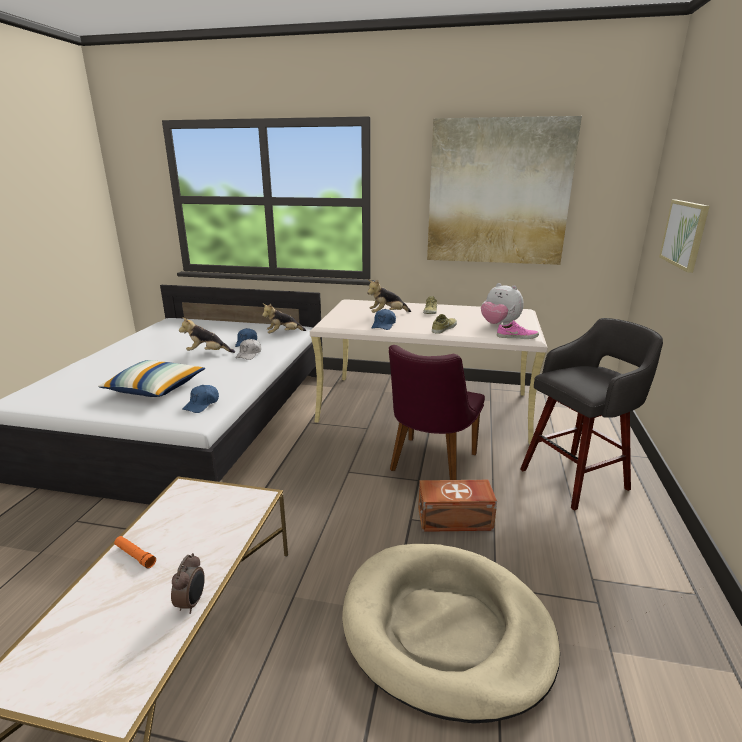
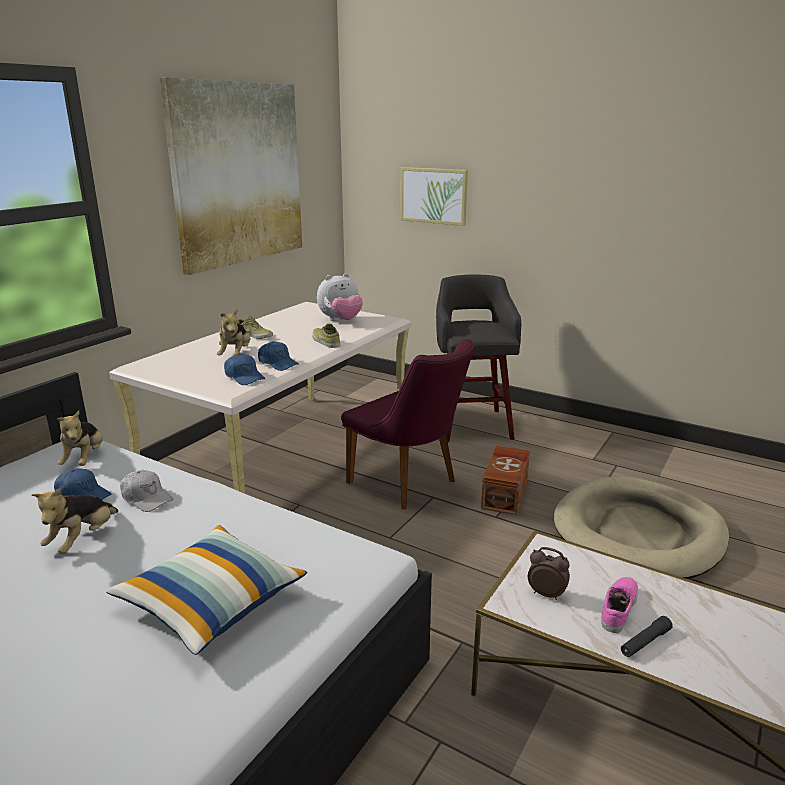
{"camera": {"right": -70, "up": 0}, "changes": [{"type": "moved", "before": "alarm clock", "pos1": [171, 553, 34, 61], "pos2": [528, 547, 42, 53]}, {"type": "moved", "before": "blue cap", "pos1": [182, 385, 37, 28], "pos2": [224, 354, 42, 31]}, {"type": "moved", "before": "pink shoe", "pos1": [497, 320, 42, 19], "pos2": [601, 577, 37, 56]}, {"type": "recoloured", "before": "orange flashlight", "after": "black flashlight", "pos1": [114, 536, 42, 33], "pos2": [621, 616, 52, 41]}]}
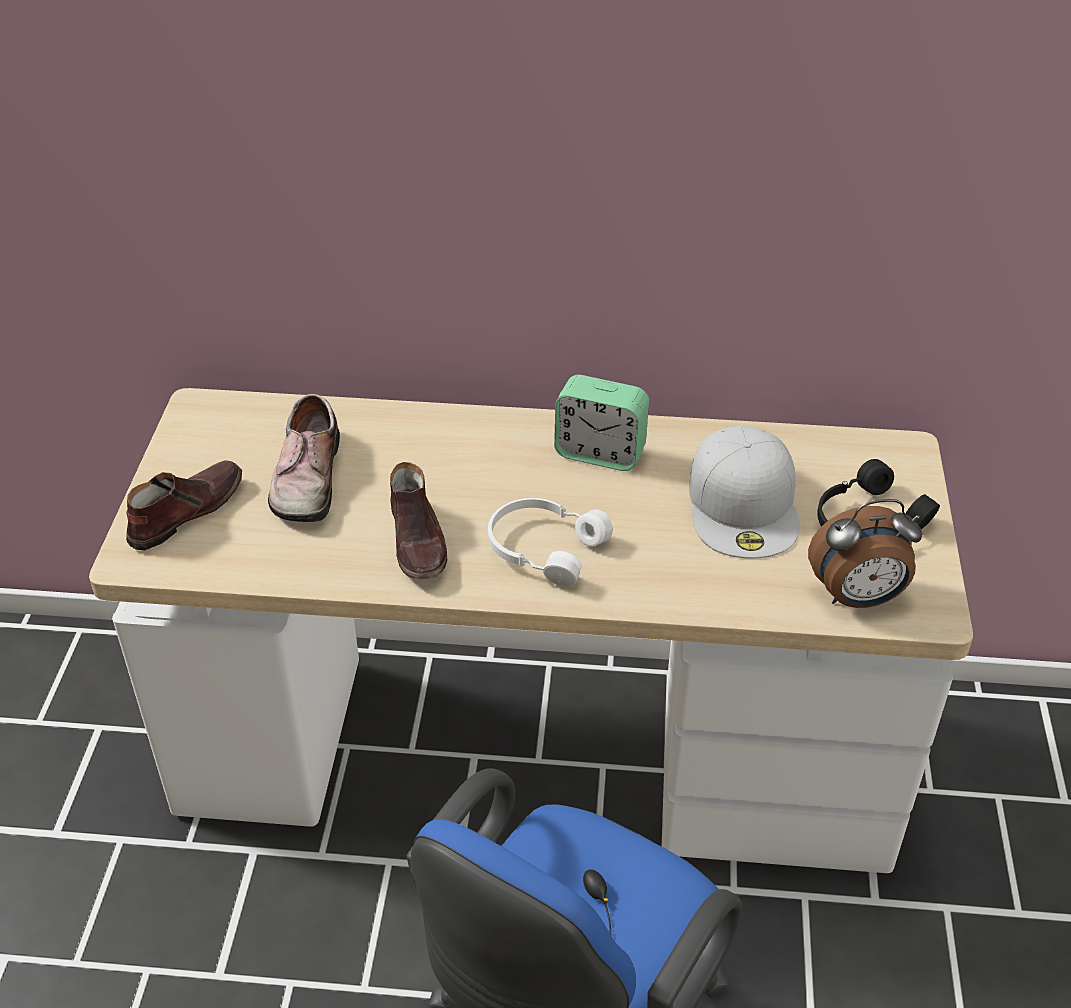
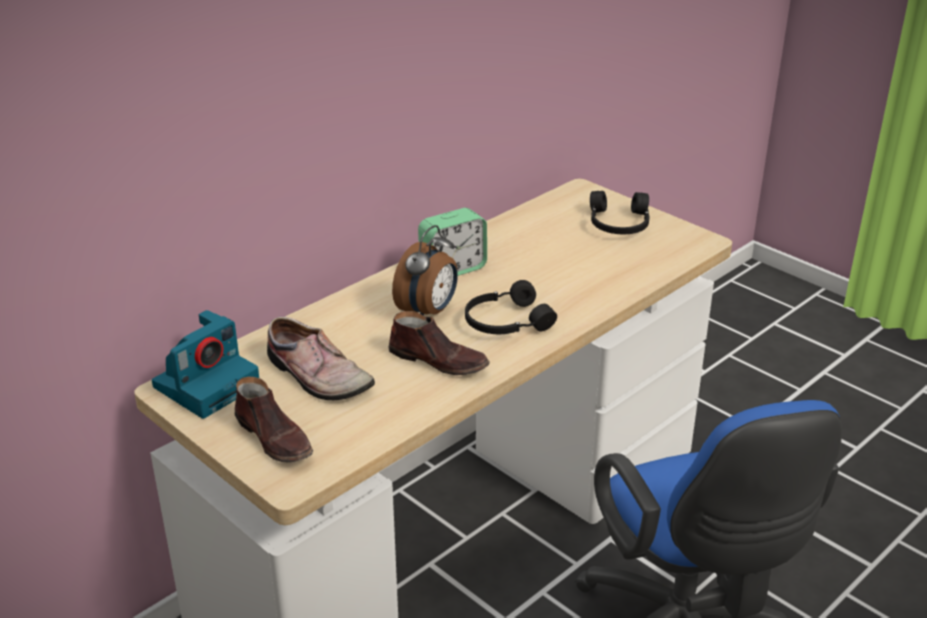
{"camera": {"right": -50, "up": -10}, "changes": [{"type": "removed", "before": "white cap", "pos1": [689, 426, 111, 133]}, {"type": "added", "after": "photo camera", "pos2": [152, 310, 107, 109]}, {"type": "moved", "before": "alarm clock", "pos1": [808, 499, 114, 109], "pos2": [392, 225, 66, 91]}, {"type": "recoloured", "before": "white headphones", "after": "black headphones", "pos1": [488, 498, 125, 89], "pos2": [465, 280, 92, 54]}, {"type": "turned", "before": "brown shoe", "pos1": [126, 460, 116, 90], "pos2": [235, 377, 78, 86], "turn": 150}]}
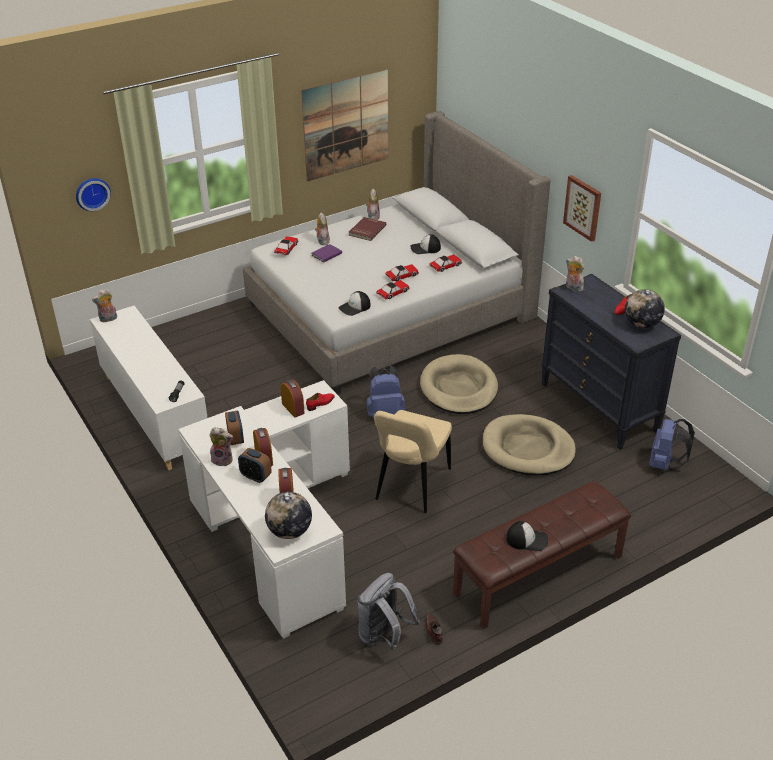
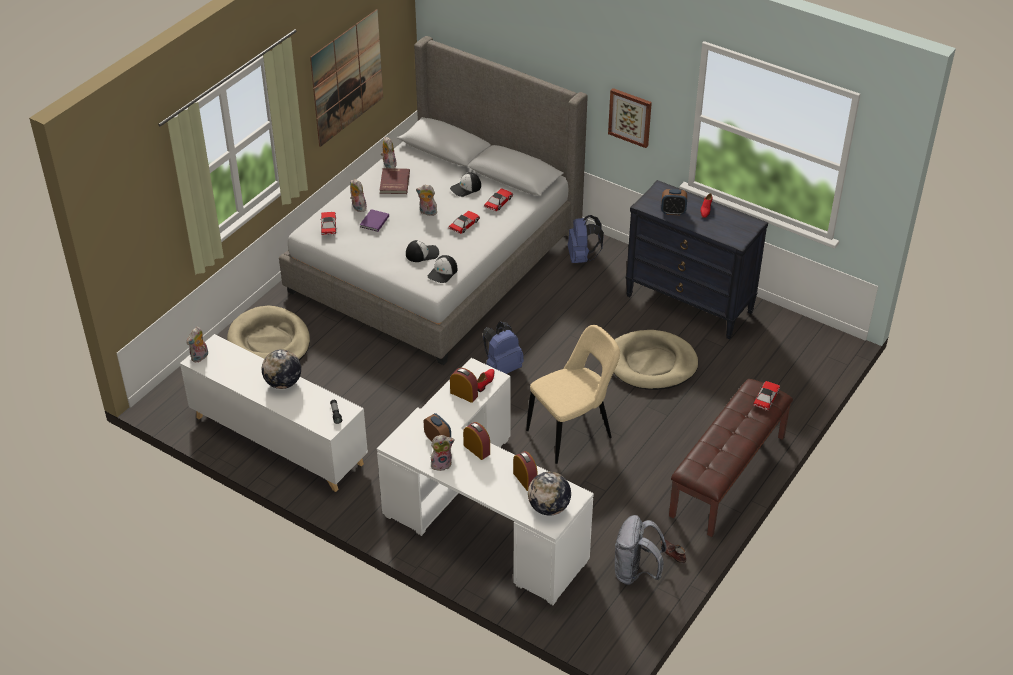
{"camera": {"right": -25, "up": 5}, "changes": [{"type": "removed", "before": "wall clock", "pos1": [76, 178, 35, 33]}, {"type": "moved", "before": "alarm clock", "pos1": [238, 448, 34, 35], "pos2": [661, 189, 26, 26]}, {"type": "moved", "before": "toy car", "pos1": [376, 280, 34, 20], "pos2": [753, 381, 27, 29]}, {"type": "moved", "before": "beige dog bed", "pos1": [420, 354, 78, 60], "pos2": [227, 305, 83, 56]}, {"type": "moved", "before": "cap", "pos1": [506, 521, 42, 30], "pos2": [406, 240, 33, 22]}, {"type": "moved", "before": "plush toy", "pos1": [566, 256, 18, 36], "pos2": [416, 185, 21, 31]}, {"type": "moved", "before": "globe", "pos1": [625, 289, 40, 39], "pos2": [262, 349, 39, 40]}, {"type": "moved", "before": "blue backpack", "pos1": [649, 419, 46, 51], "pos2": [568, 215, 36, 48]}, {"type": "turned", "before": "beige chair", "pos1": [374, 410, 78, 103], "pos2": [526, 325, 94, 139], "turn": -120}]}
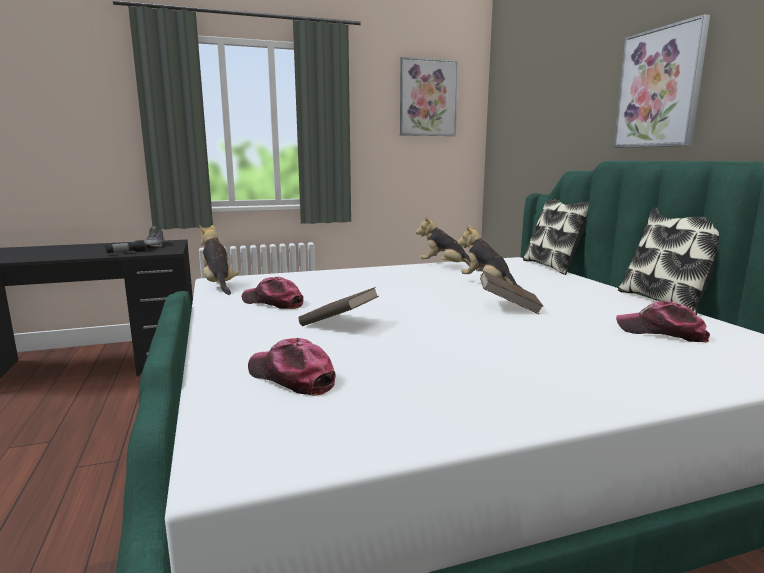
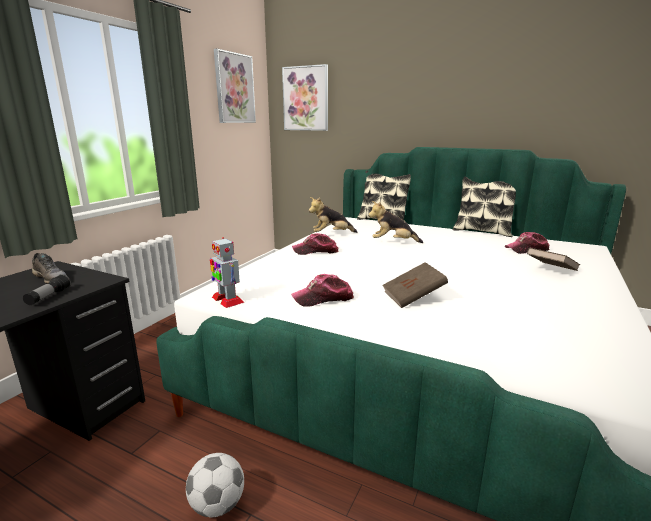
{"camera": {"right": -45, "up": 5}, "changes": [{"type": "added", "after": "football", "pos2": [186, 453, 58, 64]}, {"type": "moved", "before": "cap", "pos1": [248, 338, 88, 58], "pos2": [292, 233, 47, 22]}, {"type": "moved", "before": "brown book", "pos1": [480, 271, 63, 43], "pos2": [527, 248, 53, 23]}, {"type": "moved", "before": "picture", "pos1": [614, 14, 96, 134], "pos2": [282, 64, 46, 67]}, {"type": "replaced", "before": "plush toy", "after": "toy robot", "pos1": [199, 225, 40, 70], "pos2": [210, 237, 34, 71]}]}
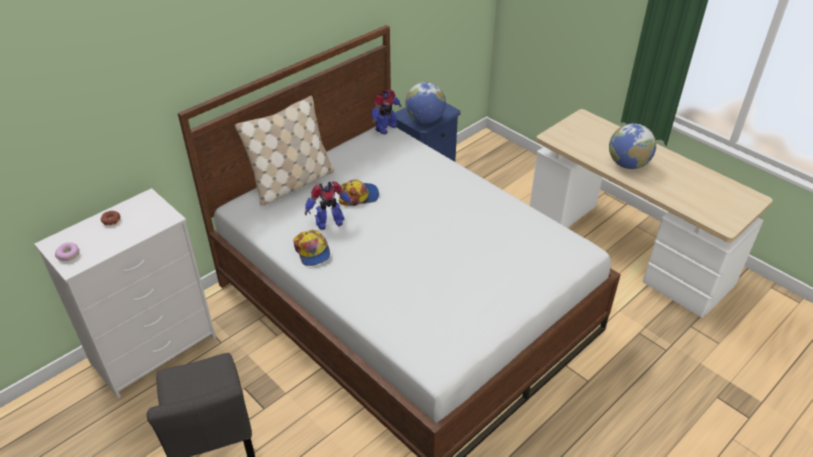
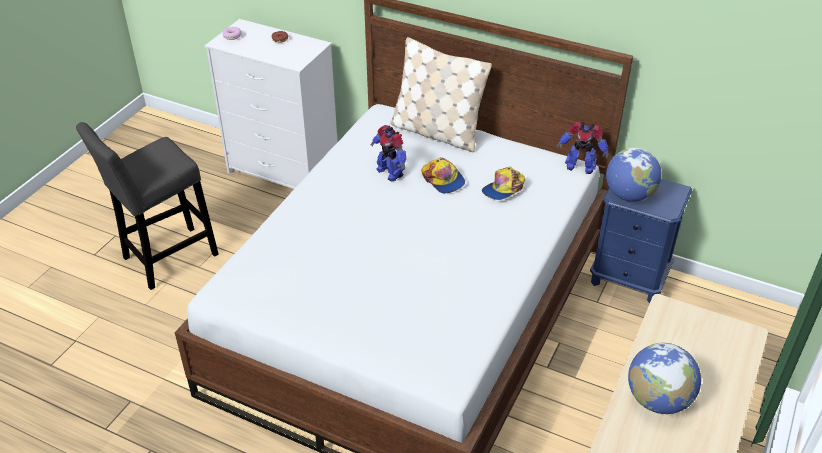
{"camera": {"right": 70, "up": 0}, "changes": [{"type": "moved", "before": "cap", "pos1": [294, 230, 36, 36], "pos2": [482, 167, 43, 33]}]}
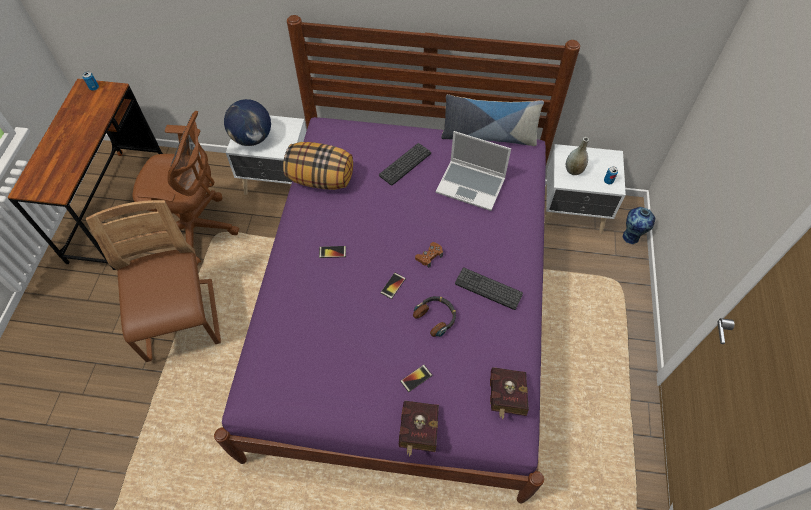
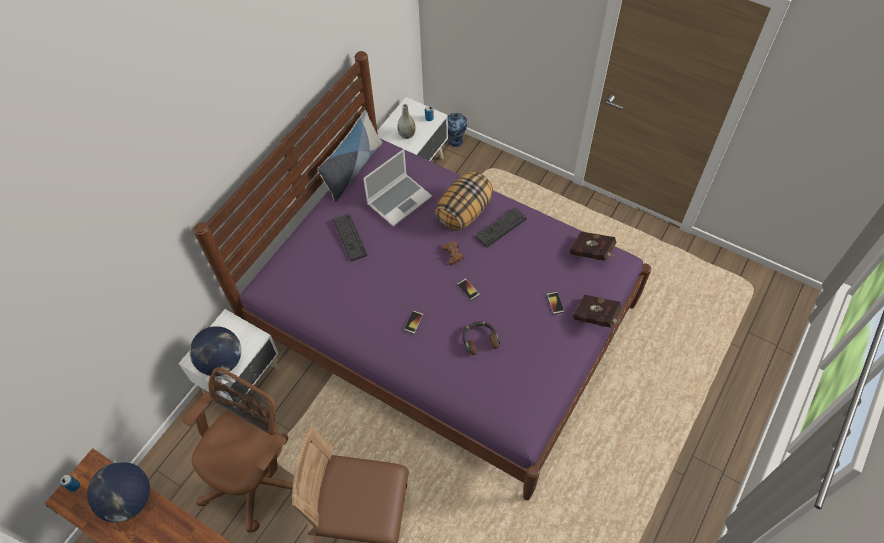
{"camera": {"right": -65, "up": 0}, "changes": [{"type": "added", "after": "globe", "pos2": [87, 462, 63, 60]}, {"type": "moved", "before": "pillow", "pos1": [283, 142, 70, 48], "pos2": [435, 172, 58, 59]}, {"type": "moved", "before": "headphones", "pos1": [413, 296, 43, 41], "pos2": [462, 322, 38, 33]}]}
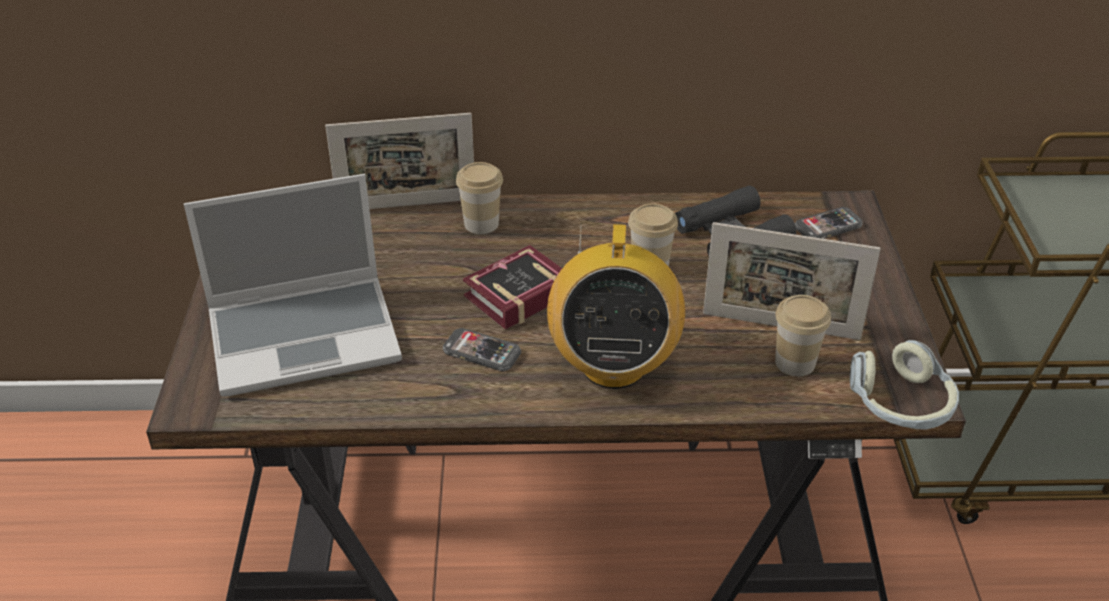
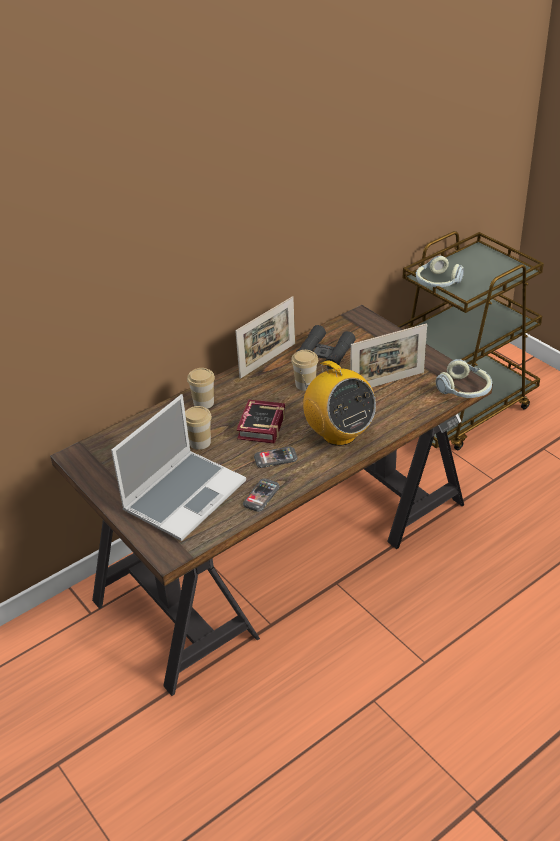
{"camera": {"right": -35, "up": 0}, "changes": [{"type": "added", "after": "headphones", "pos2": [416, 256, 48, 31]}, {"type": "moved", "before": "picture frame", "pos1": [325, 113, 149, 96], "pos2": [235, 296, 60, 83]}, {"type": "moved", "before": "cup", "pos1": [775, 295, 56, 81], "pos2": [185, 406, 27, 44]}, {"type": "moved", "before": "phone", "pos1": [795, 207, 68, 32], "pos2": [243, 478, 37, 34]}]}
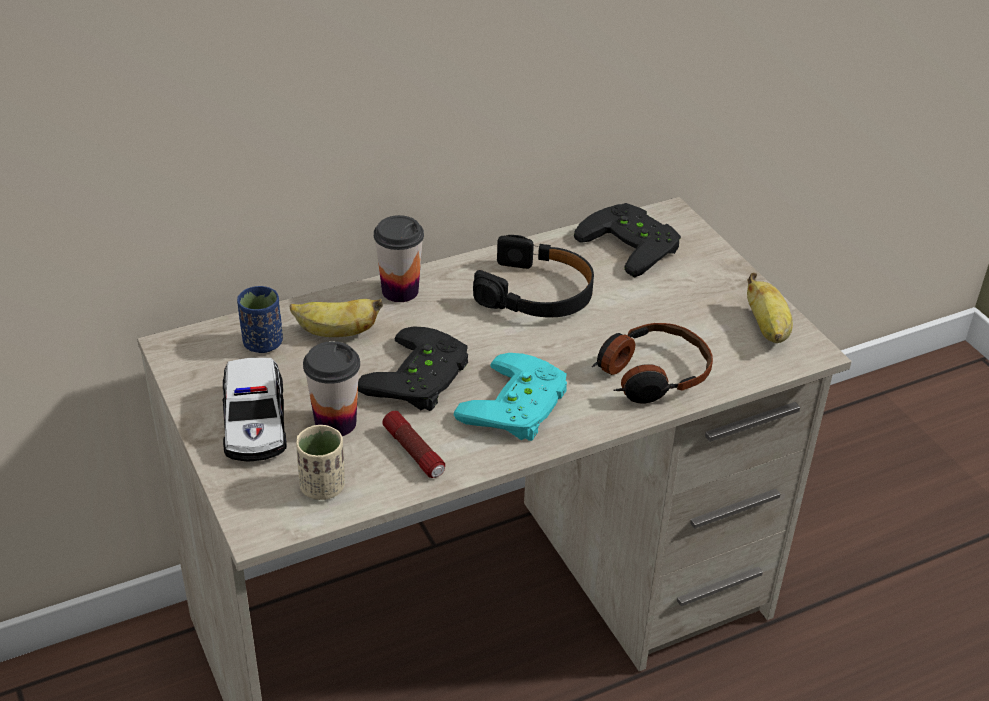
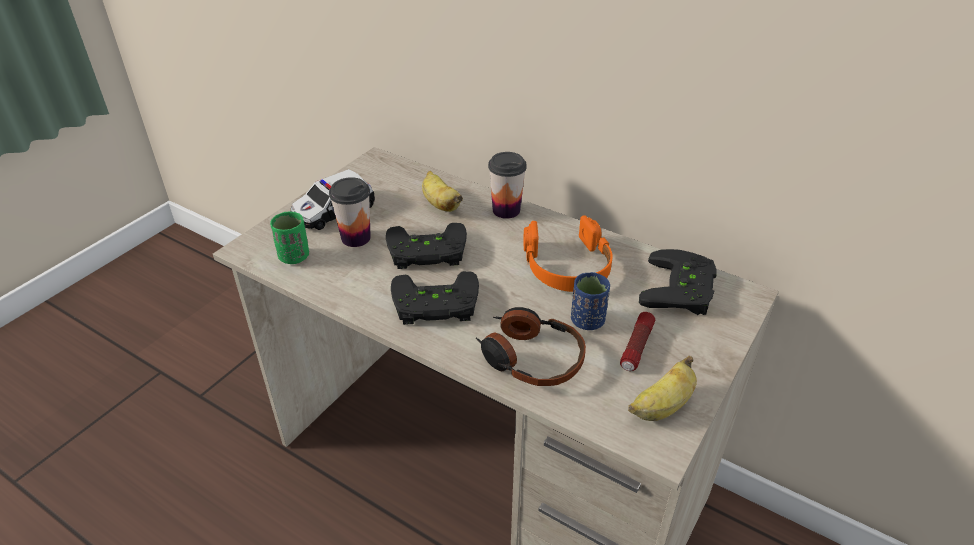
{"camera": {"right": 60, "up": 0}, "changes": [{"type": "moved", "before": "blue cup", "pos1": [237, 286, 46, 67], "pos2": [571, 272, 39, 58]}, {"type": "moved", "before": "flashlight", "pos1": [382, 411, 63, 67], "pos2": [620, 312, 35, 59]}, {"type": "recoloured", "before": "beige cup", "after": "green cup", "pos1": [296, 425, 49, 75], "pos2": [270, 212, 39, 52]}, {"type": "recoloured", "before": "turquoise game controller", "after": "black game controller", "pos1": [454, 353, 113, 88], "pos2": [391, 271, 88, 54]}, {"type": "recoloured", "before": "black headphones", "after": "orange headphones", "pos1": [473, 235, 121, 83], "pos2": [523, 215, 90, 77]}]}
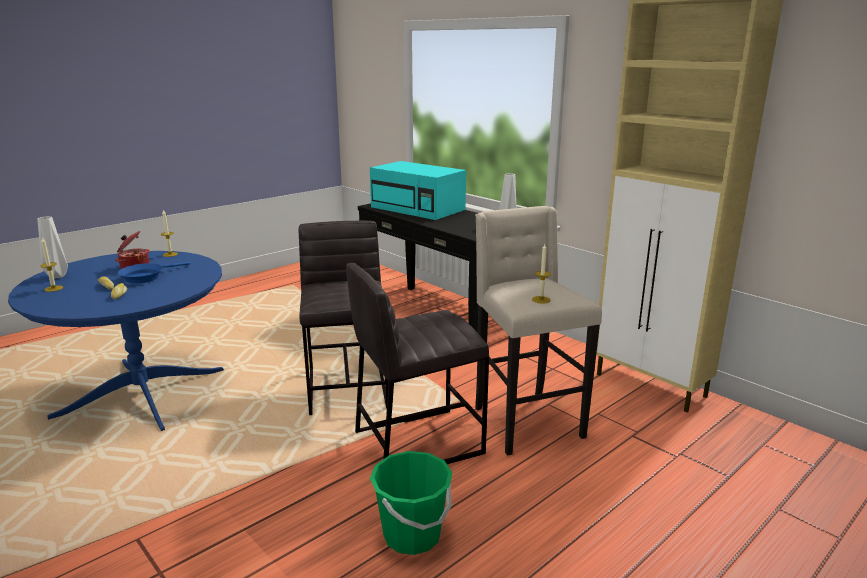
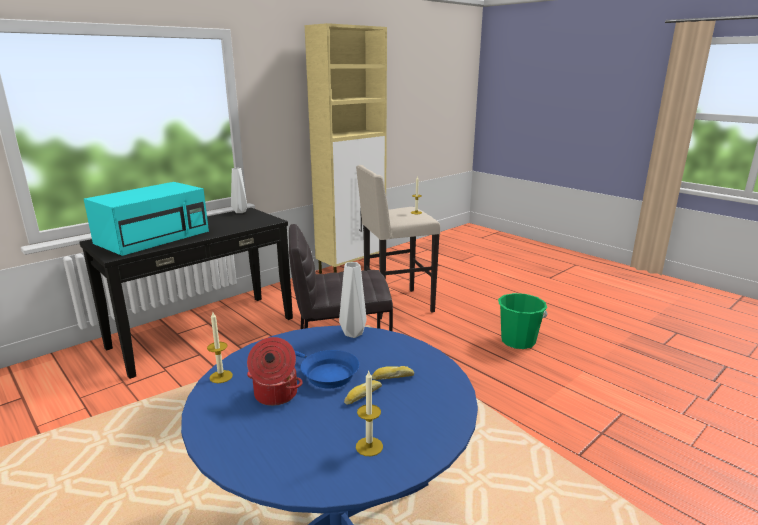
{"camera": {"right": -90, "up": 0}, "changes": [{"type": "removed", "before": "grey stool", "pos1": [346, 263, 143, 201]}, {"type": "moved", "before": "white vase", "pos1": [37, 216, 31, 63], "pos2": [339, 262, 28, 76]}]}
